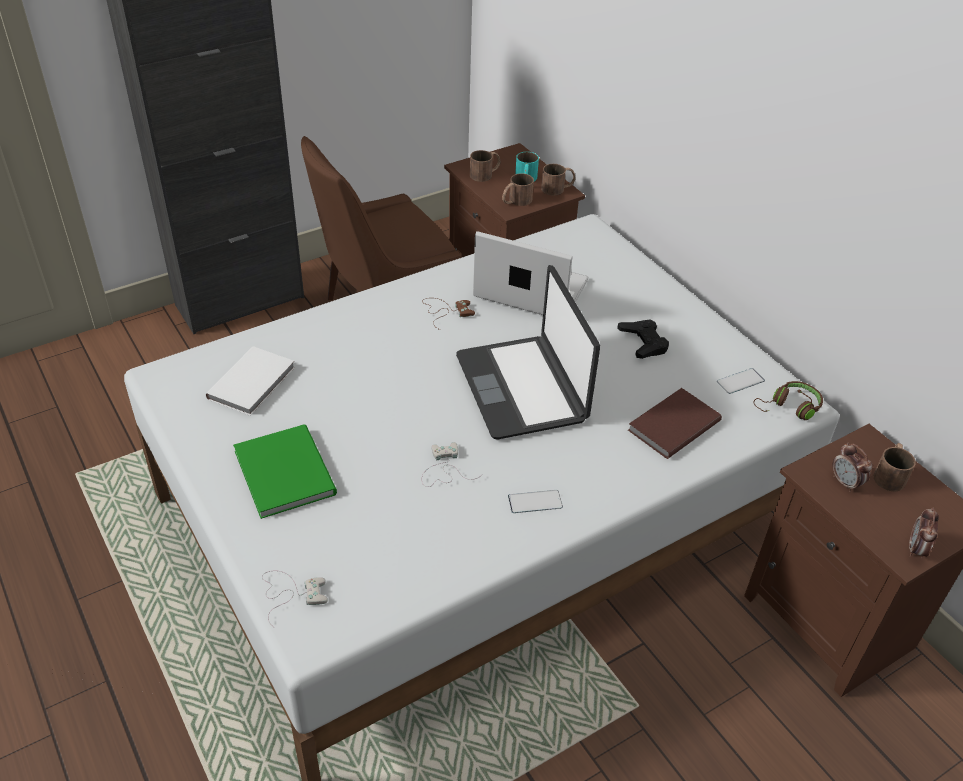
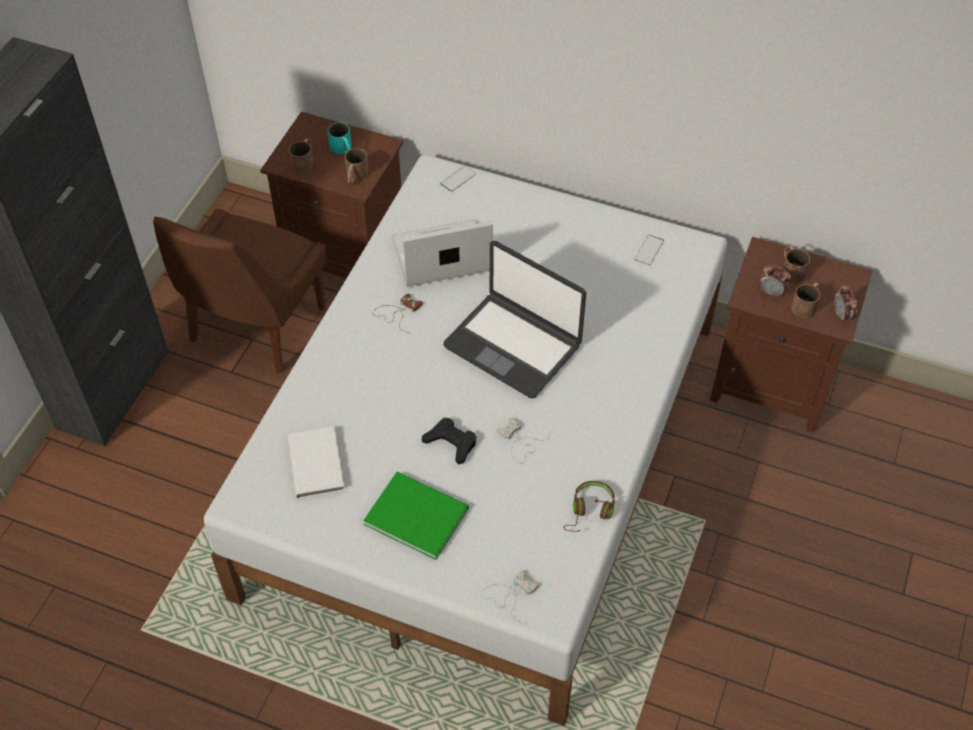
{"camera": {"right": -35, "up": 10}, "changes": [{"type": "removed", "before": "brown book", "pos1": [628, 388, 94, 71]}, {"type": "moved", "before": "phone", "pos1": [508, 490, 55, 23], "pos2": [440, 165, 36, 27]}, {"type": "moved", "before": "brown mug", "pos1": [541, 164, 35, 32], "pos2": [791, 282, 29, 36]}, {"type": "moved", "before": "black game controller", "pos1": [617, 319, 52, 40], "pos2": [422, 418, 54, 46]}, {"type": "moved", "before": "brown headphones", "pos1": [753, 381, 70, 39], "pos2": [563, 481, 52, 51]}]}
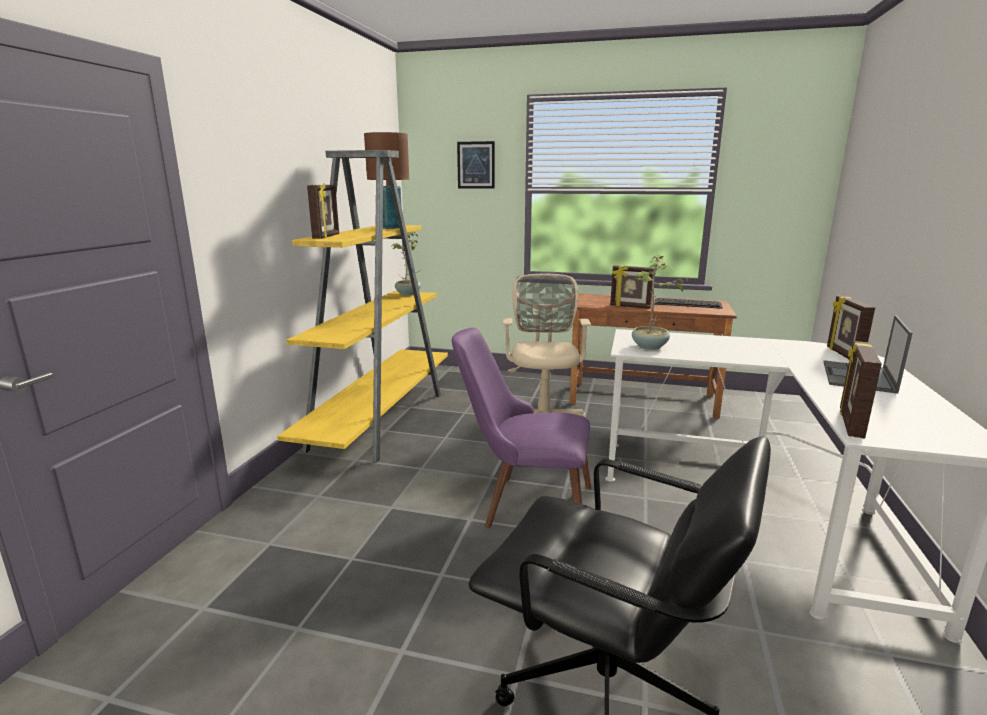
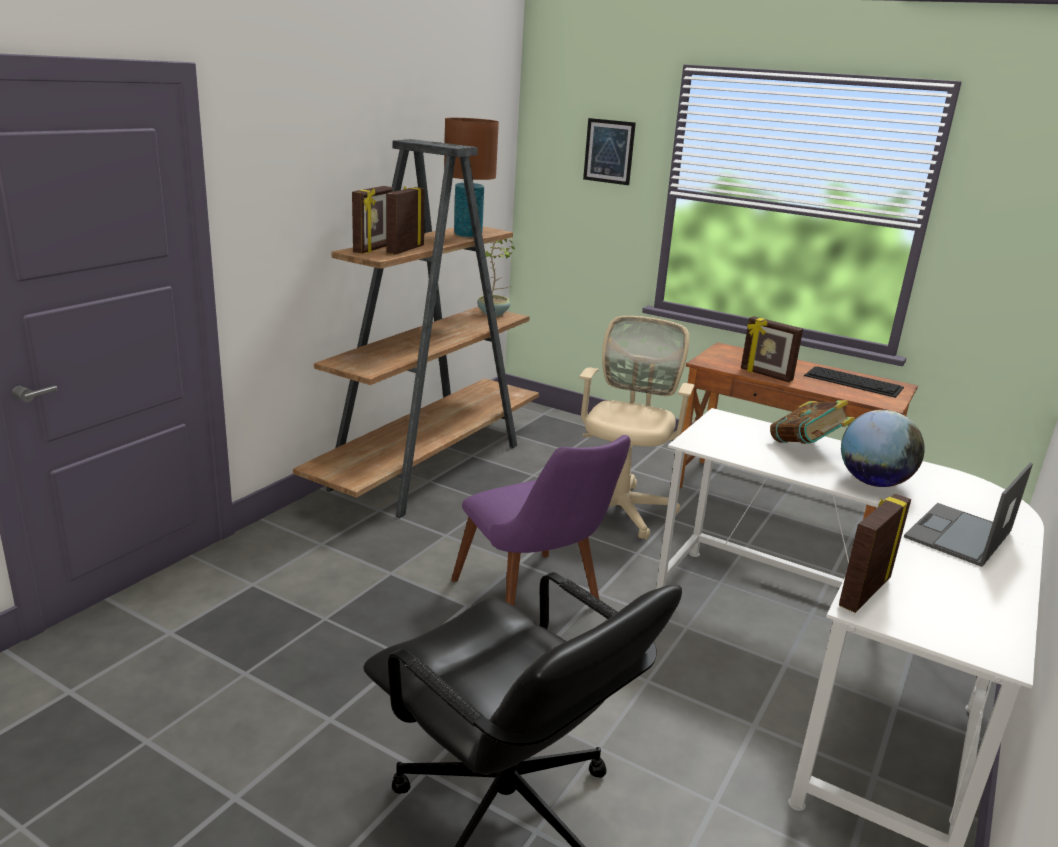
{"camera": {"right": 15, "up": 5}, "changes": [{"type": "removed", "before": "potted plant", "pos1": [632, 254, 57, 96]}, {"type": "added", "after": "book", "pos2": [770, 400, 85, 44]}, {"type": "added", "after": "globe", "pos2": [841, 410, 84, 77]}, {"type": "moved", "before": "picture frame", "pos1": [827, 296, 48, 63], "pos2": [386, 187, 39, 67]}, {"type": "recoloured", "before": "yellow bookcase", "after": "brown bookcase", "pos1": [277, 150, 171, 313], "pos2": [293, 139, 246, 379]}, {"type": "turned", "before": "purple chair", "pos1": [452, 328, 139, 200], "pos2": [451, 435, 179, 171], "turn": -150}]}
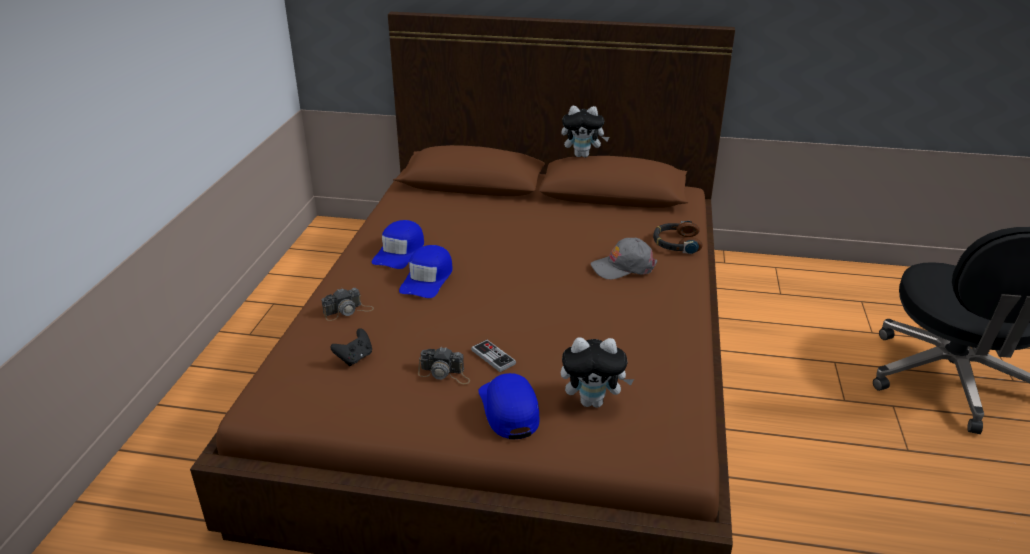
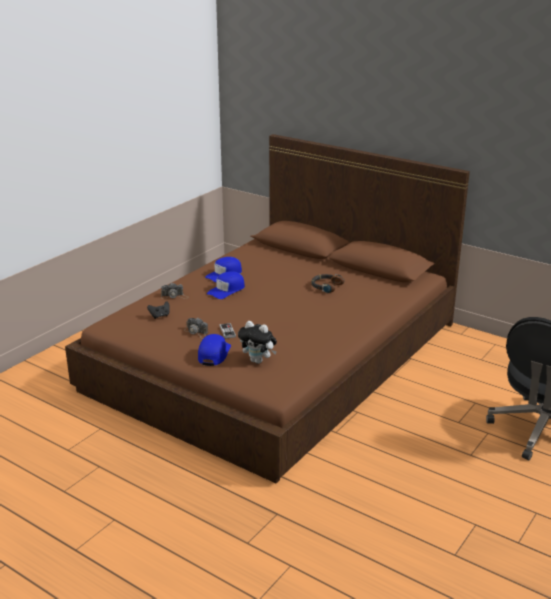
{"camera": {"right": 25, "up": -5}, "changes": [{"type": "removed", "before": "plush toy", "pos1": [561, 106, 48, 51]}, {"type": "removed", "before": "grey cap", "pos1": [591, 238, 66, 42]}, {"type": "moved", "before": "headphones", "pos1": [653, 221, 50, 33], "pos2": [311, 274, 33, 19]}]}
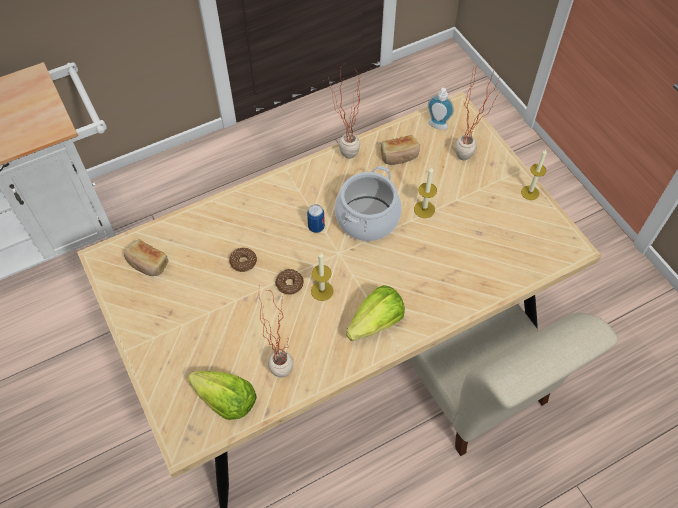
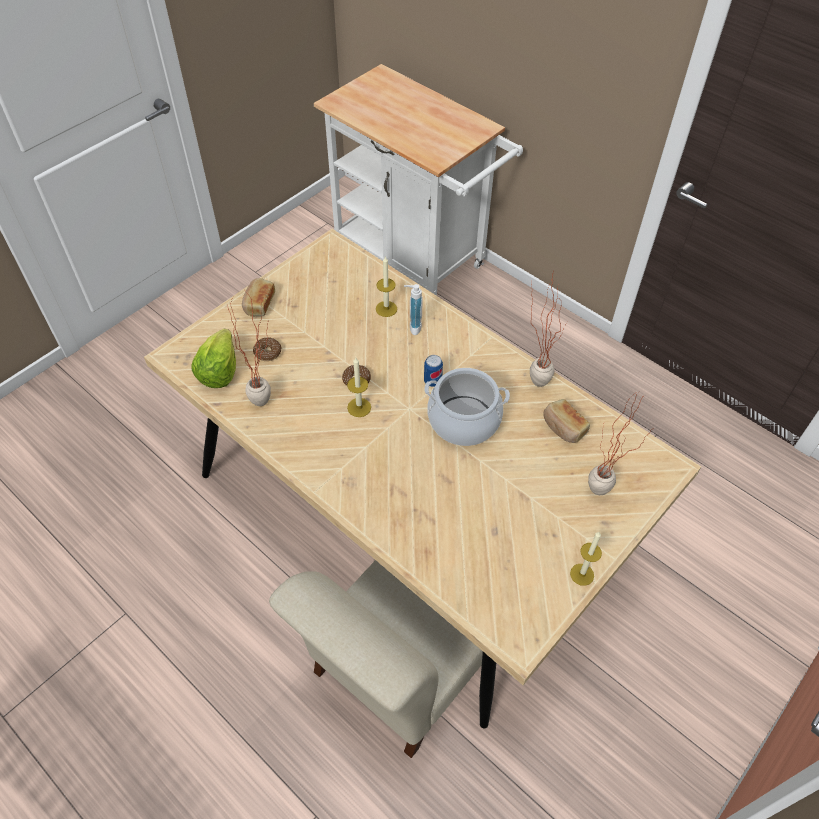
{"camera": {"right": 70, "up": -5}, "changes": [{"type": "removed", "before": "lettuce", "pos1": [346, 285, 59, 56]}, {"type": "moved", "before": "bread", "pos1": [124, 239, 45, 37], "pos2": [242, 278, 33, 38]}, {"type": "moved", "before": "donut", "pos1": [229, 248, 28, 24], "pos2": [253, 337, 28, 24]}, {"type": "moved", "before": "candle", "pos1": [414, 167, 23, 51], "pos2": [376, 256, 21, 61]}, {"type": "moved", "before": "soap dispenser", "pos1": [428, 88, 26, 42], "pos2": [404, 284, 19, 51]}]}
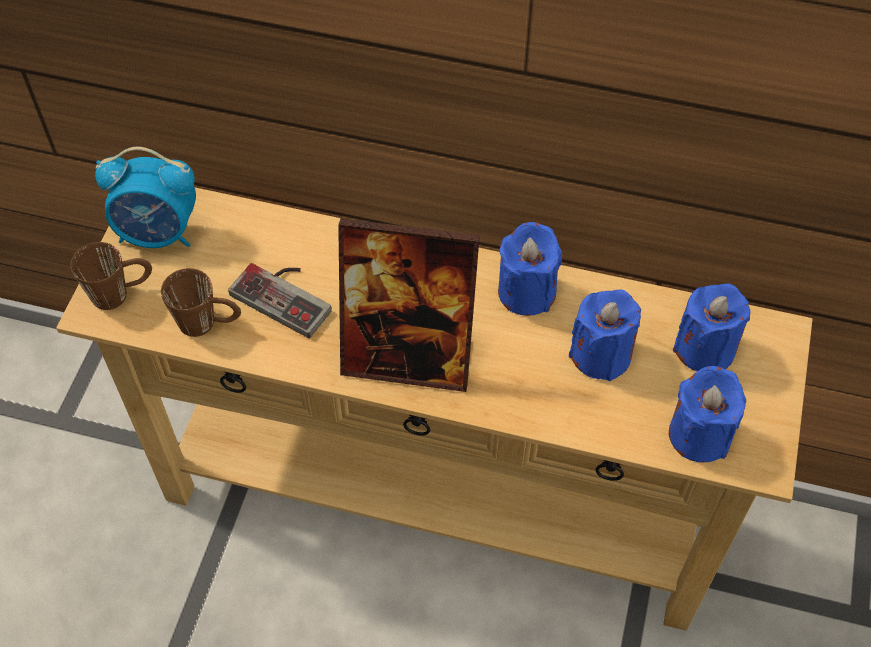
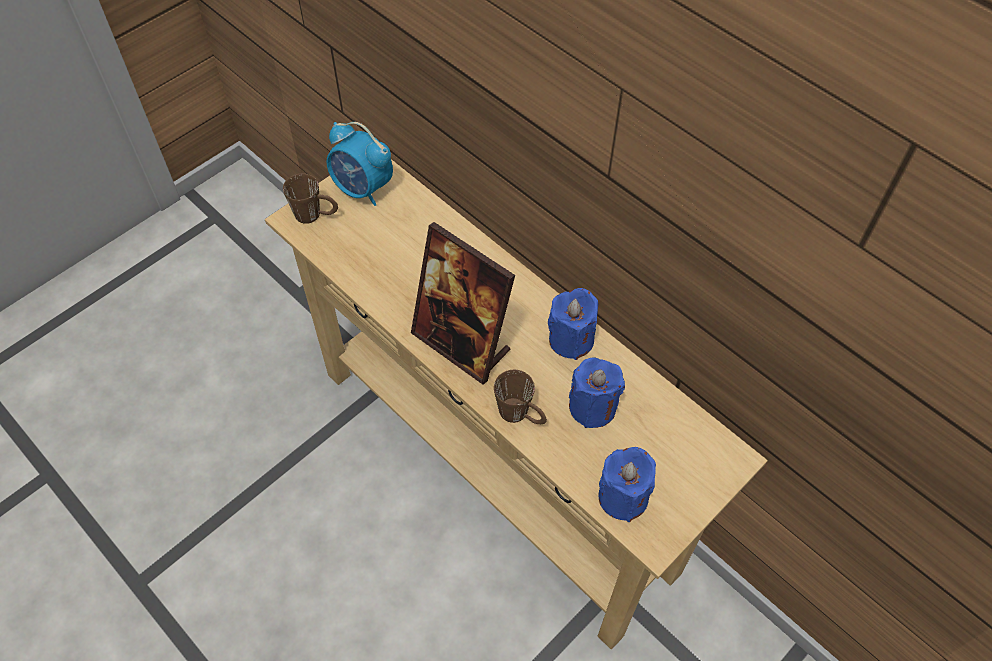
{"camera": {"right": 30, "up": 0}, "changes": [{"type": "removed", "before": "game controller", "pos1": [228, 263, 104, 75]}, {"type": "removed", "before": "blue candle", "pos1": [673, 283, 77, 89]}, {"type": "moved", "before": "brown mug", "pos1": [161, 268, 80, 69], "pos2": [494, 370, 53, 54]}]}
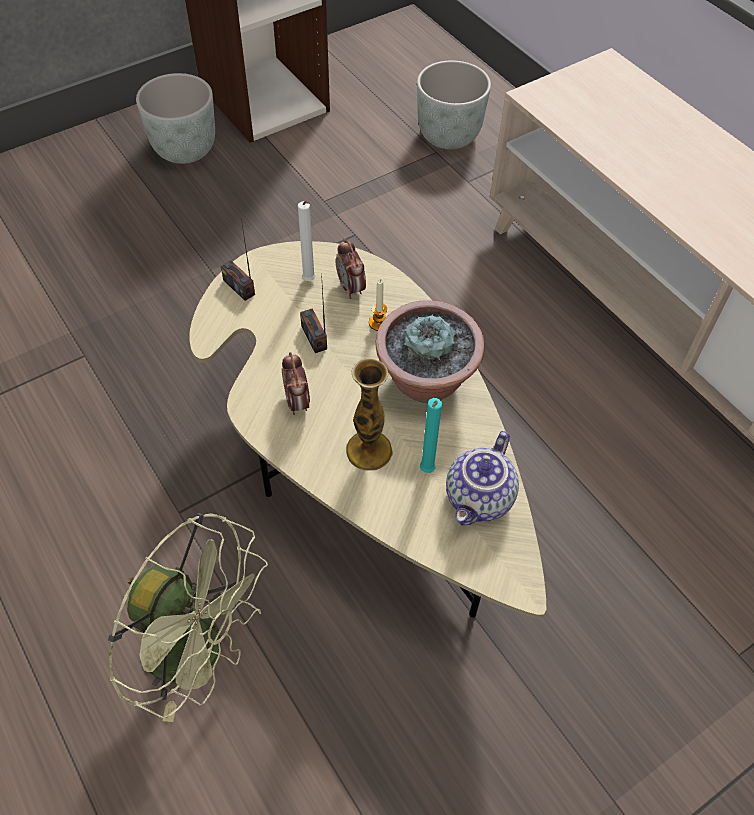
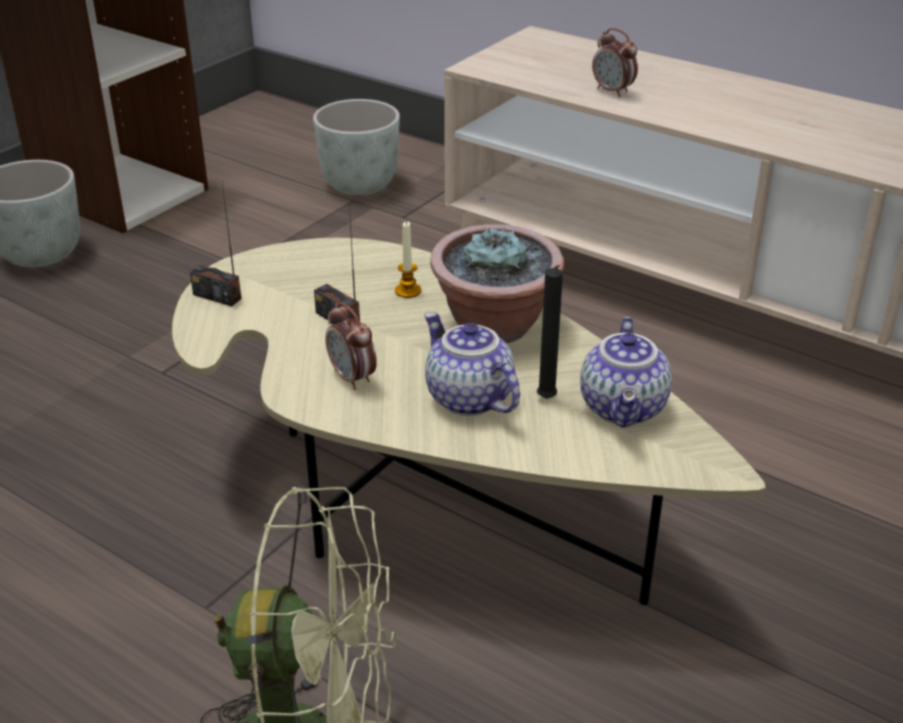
{"camera": {"right": -20, "up": -20}, "changes": [{"type": "removed", "before": "white candle", "pos1": [298, 201, 18, 80]}, {"type": "moved", "before": "alarm clock", "pos1": [336, 239, 30, 60], "pos2": [592, 28, 46, 69]}, {"type": "replaced", "before": "vase", "after": "teapot", "pos1": [346, 358, 47, 113], "pos2": [424, 312, 96, 104]}, {"type": "recoloured", "before": "turquoise candle", "after": "black candle", "pos1": [420, 398, 22, 75], "pos2": [537, 265, 26, 134]}]}
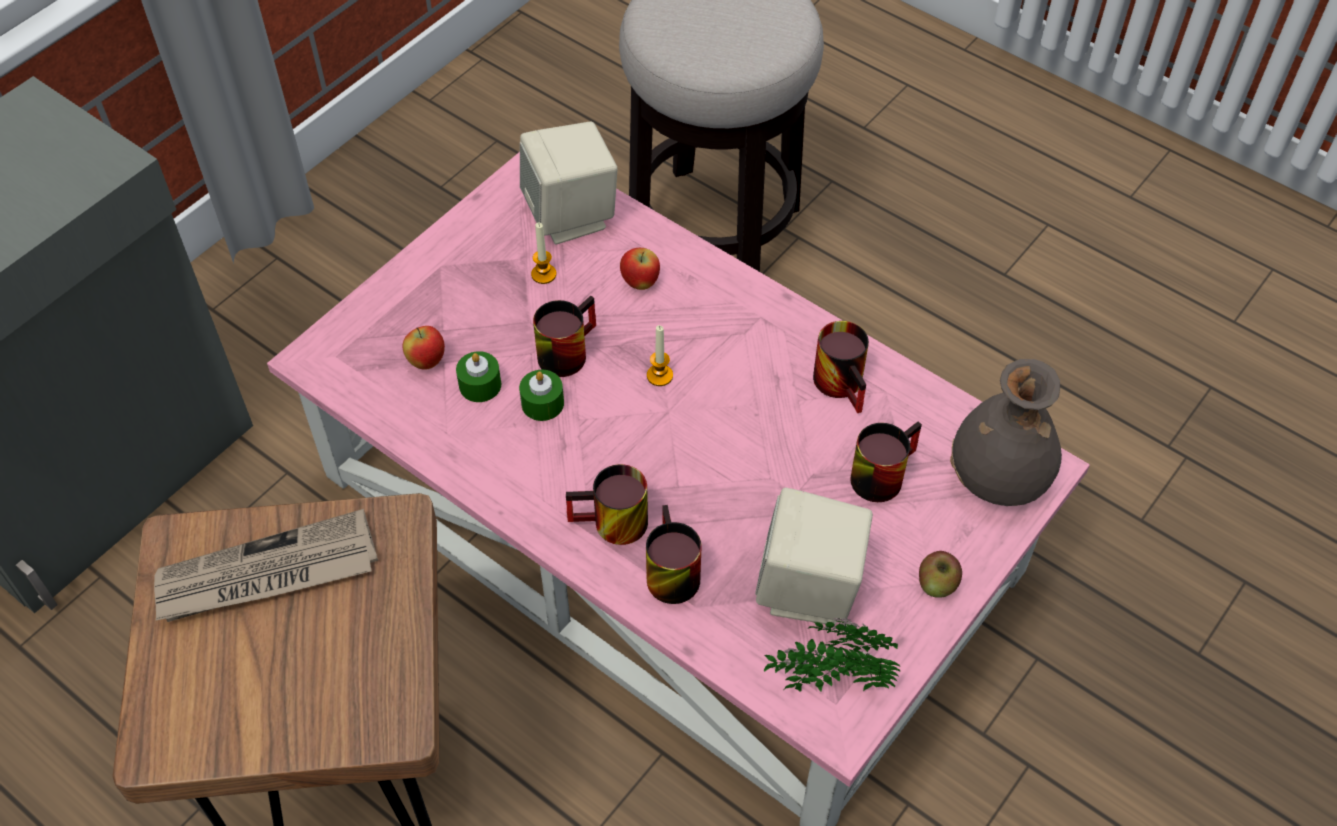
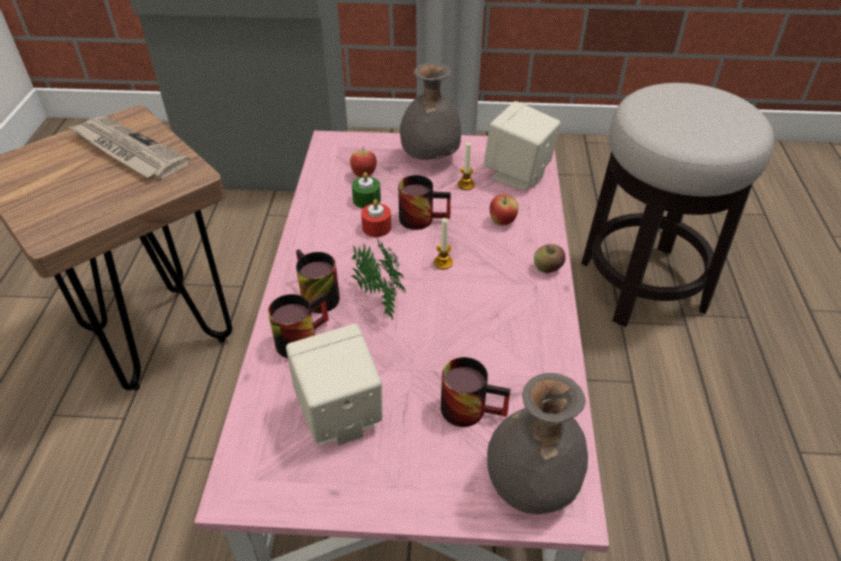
{"camera": {"right": 55, "up": -10}, "changes": [{"type": "removed", "before": "mug", "pos1": [813, 321, 56, 92]}, {"type": "added", "after": "grey vase", "pos2": [400, 63, 61, 97]}, {"type": "moved", "before": "potted plant", "pos1": [764, 618, 137, 74], "pos2": [351, 239, 55, 81]}, {"type": "moved", "before": "apple", "pos1": [919, 551, 43, 47], "pos2": [534, 244, 32, 29]}, {"type": "recoloured", "before": "green candle", "after": "red candle", "pos1": [519, 370, 45, 51], "pos2": [361, 199, 30, 38]}]}
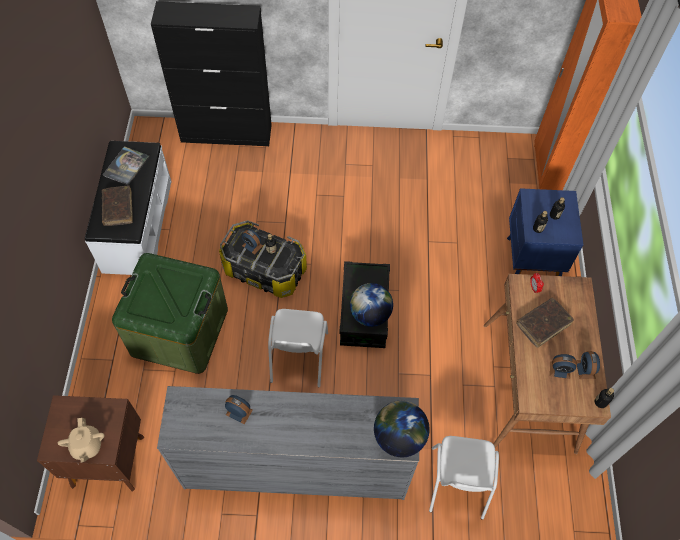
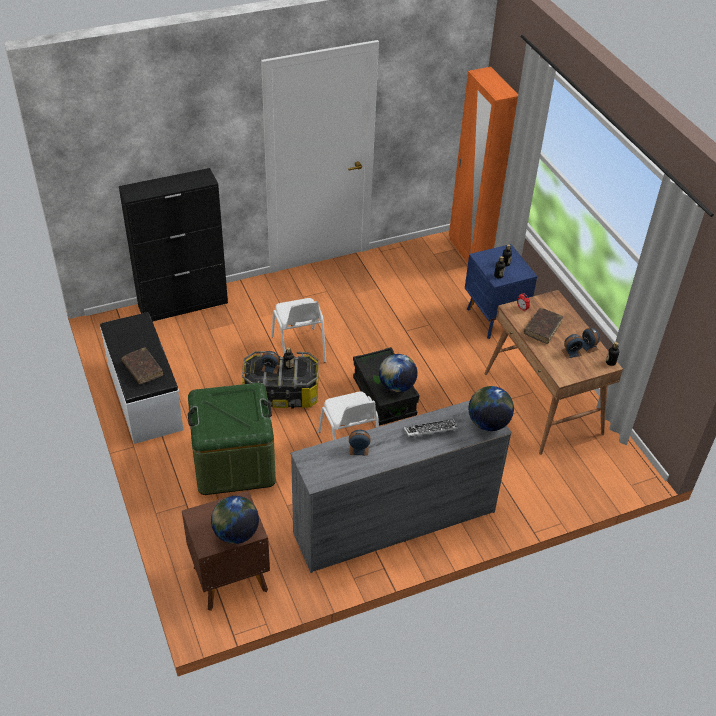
{"camera": {"right": -25, "up": -15}, "changes": [{"type": "removed", "before": "book", "pos1": [103, 146, 46, 39]}, {"type": "added", "after": "keyboard", "pos2": [404, 419, 55, 19]}, {"type": "moved", "before": "white chair", "pos1": [429, 436, 70, 84], "pos2": [272, 298, 54, 64]}, {"type": "replaced", "before": "beige teapot", "after": "globe", "pos1": [58, 418, 47, 45], "pos2": [211, 496, 48, 48]}]}
